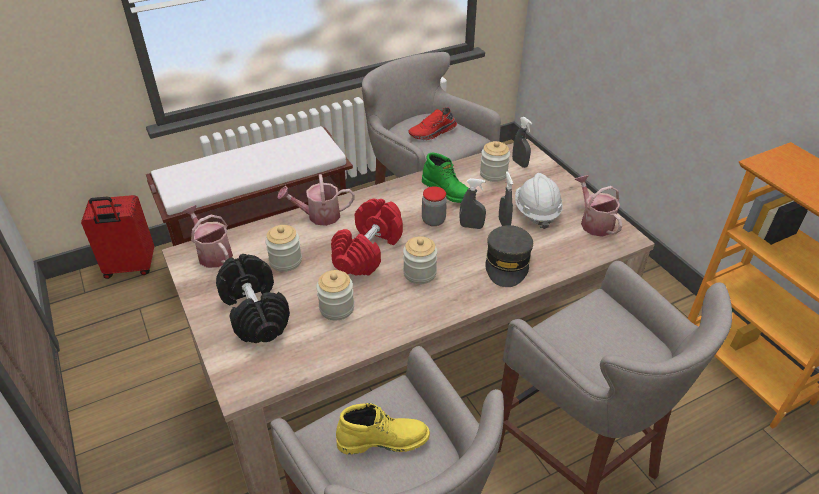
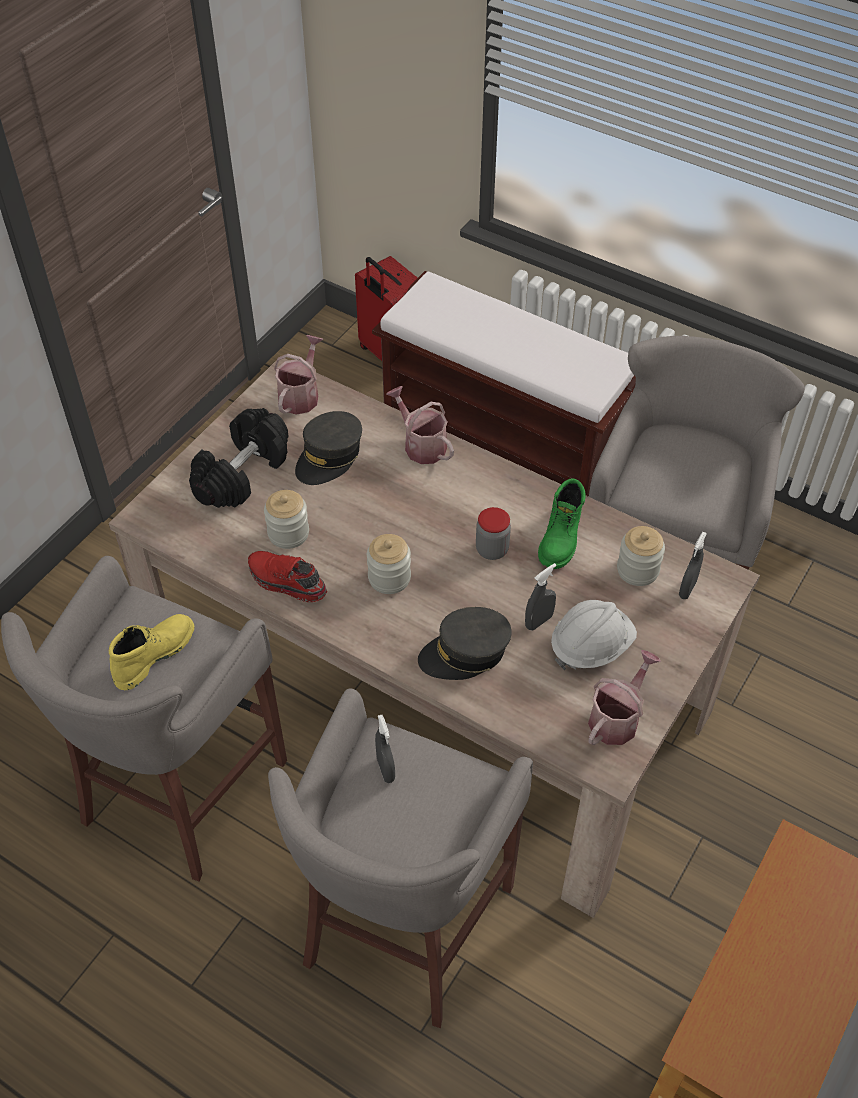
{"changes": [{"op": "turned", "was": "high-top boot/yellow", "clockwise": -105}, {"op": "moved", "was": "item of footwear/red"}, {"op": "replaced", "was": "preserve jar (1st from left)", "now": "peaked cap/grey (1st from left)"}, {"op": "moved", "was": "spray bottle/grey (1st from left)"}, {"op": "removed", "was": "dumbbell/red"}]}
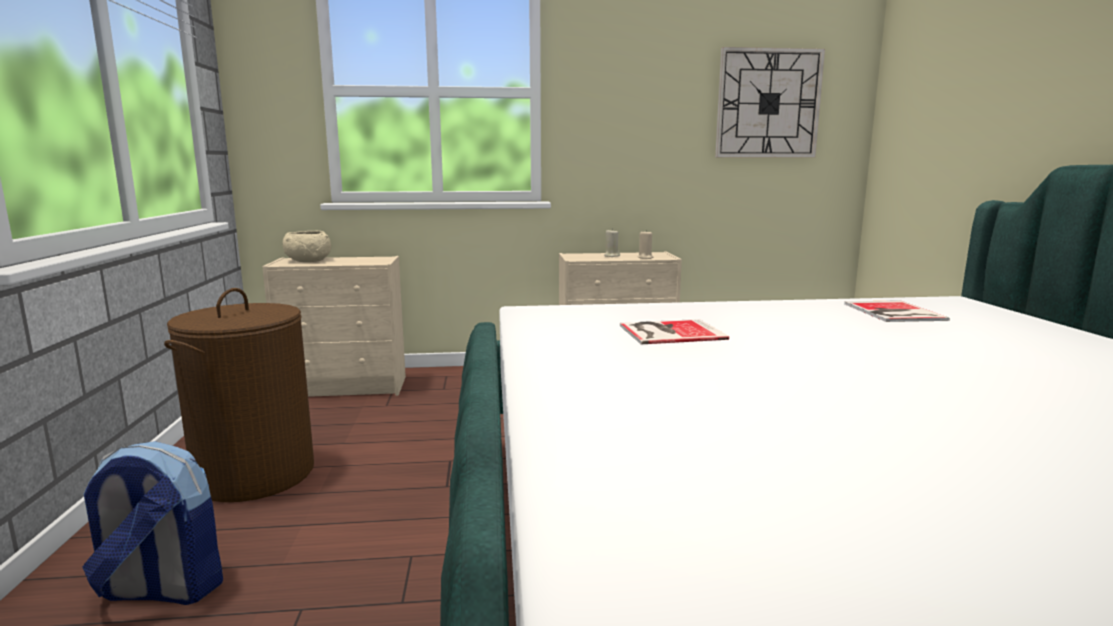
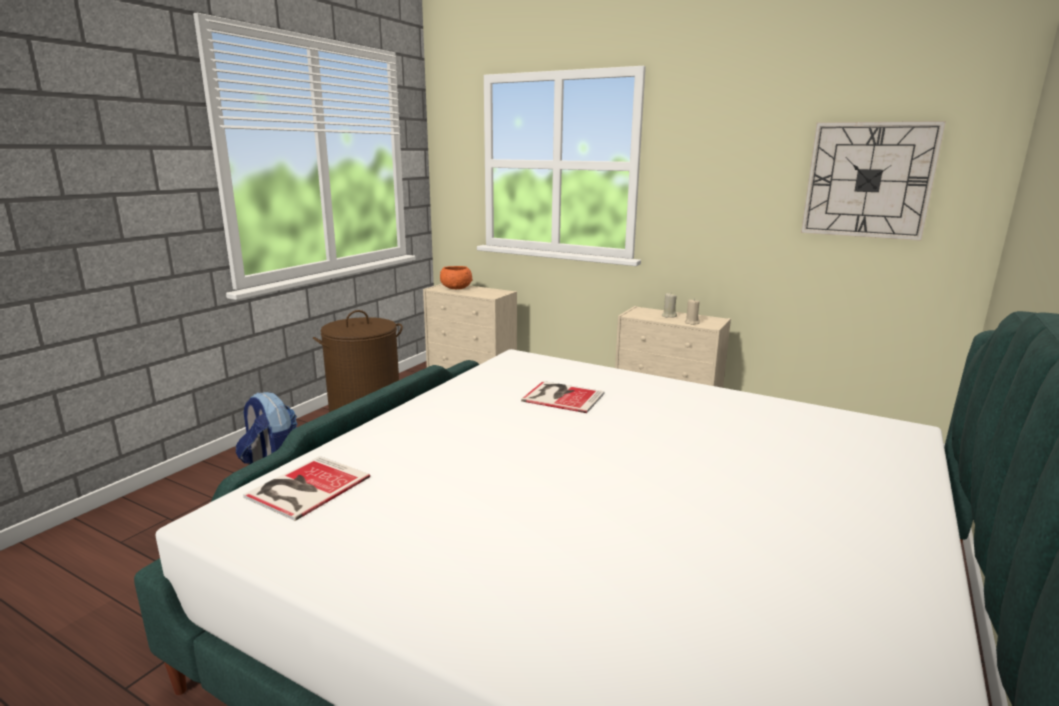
{"changes": [{"op": "moved", "was": "book (2nd from left in the first image)", "now": "book (1st from left)"}, {"op": "recoloured", "was": "deep dish/sand-coloured", "now": "deep dish/orange"}]}
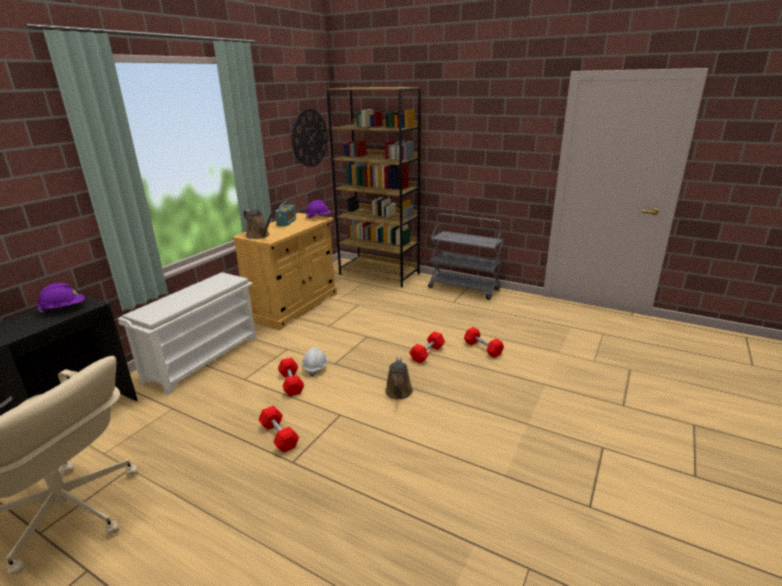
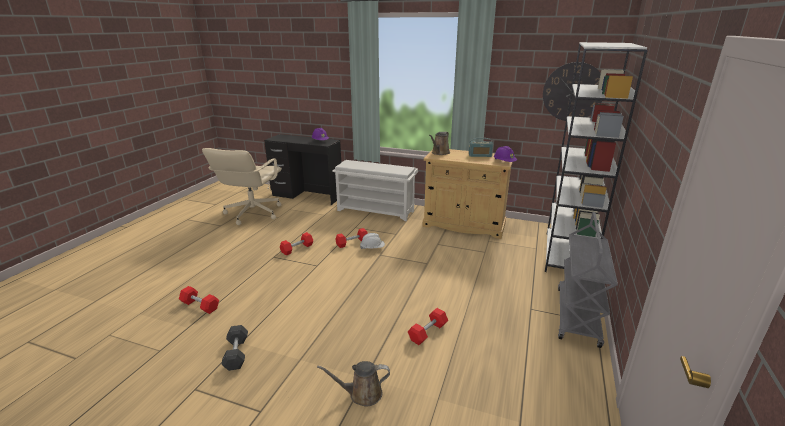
{"changes": [{"op": "moved", "was": "dumbbell/red (3rd from left in the first image)", "now": "dumbbell/red (1st from left)"}, {"op": "added", "now": "dumbbell/grey"}, {"op": "moved", "was": "sprinkling can/brown (2nd from left in the first image)", "now": "sprinkling can/brown (1st from left)"}, {"op": "recoloured", "was": "bookcase/brown", "now": "bookcase/whitish"}]}
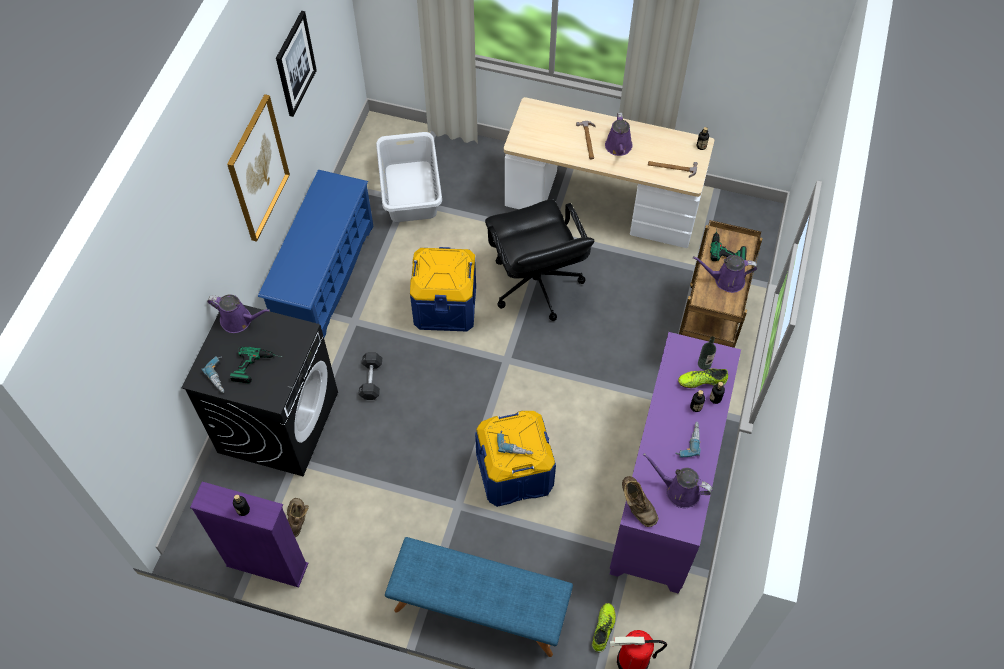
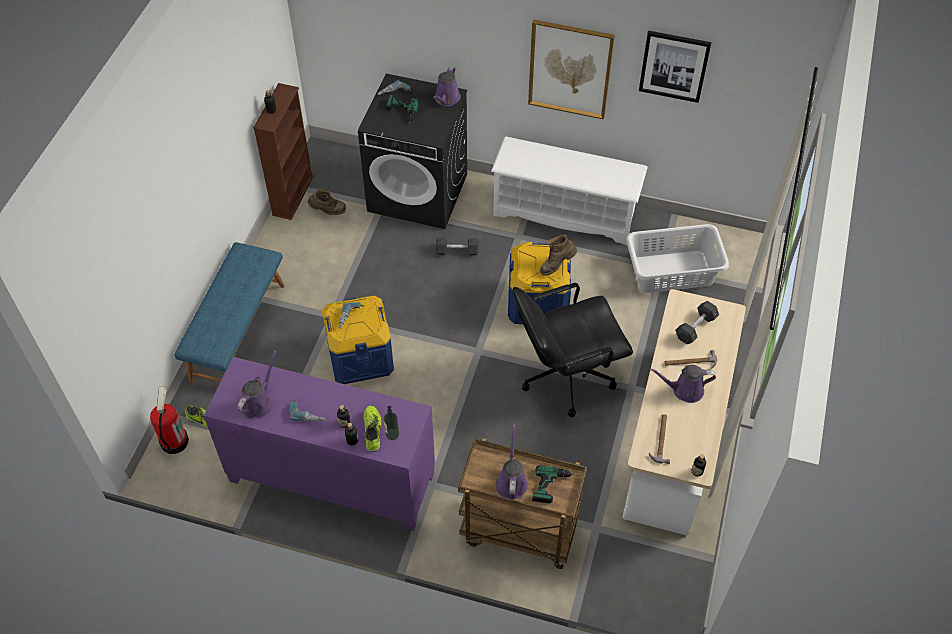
{"changes": [{"op": "recoloured", "was": "bookcase/purplish", "now": "bookcase/brown"}, {"op": "recoloured", "was": "shoe shelf/blue", "now": "shoe shelf/whitish"}, {"op": "moved", "was": "high-top boot/brown (2nd from left)"}, {"op": "added", "now": "dumbbell/grey (2nd from left)"}]}
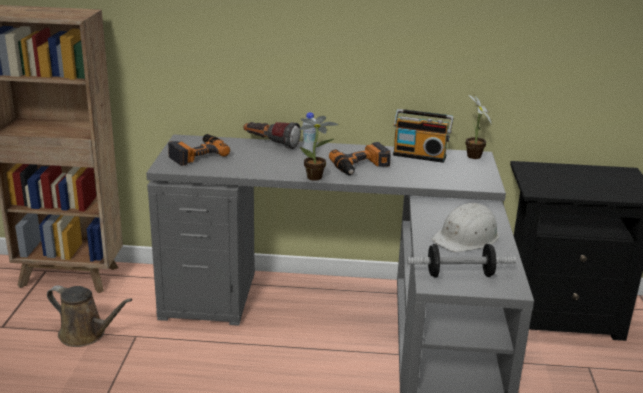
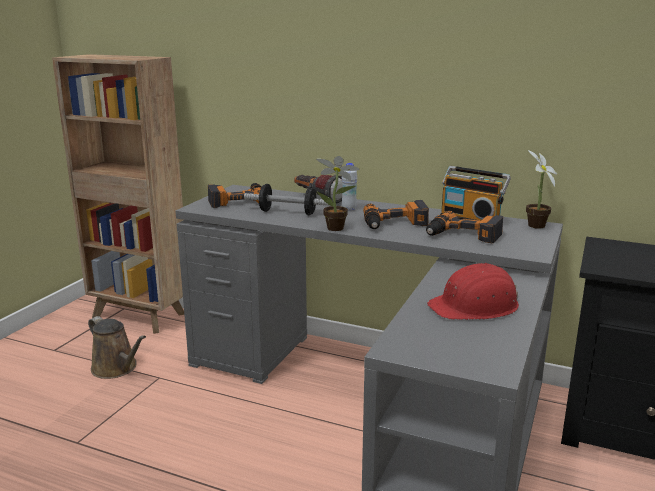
{"changes": [{"op": "moved", "was": "dumbbell"}, {"op": "added", "now": "electric drill (3rd from left)"}, {"op": "recoloured", "was": "hard hat/whitish", "now": "hard hat/red"}]}
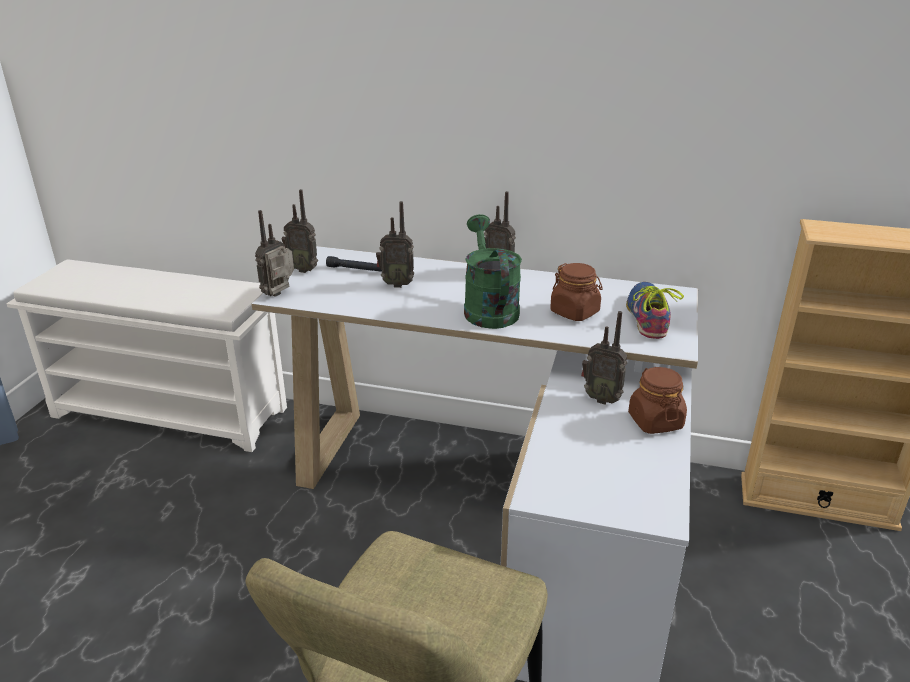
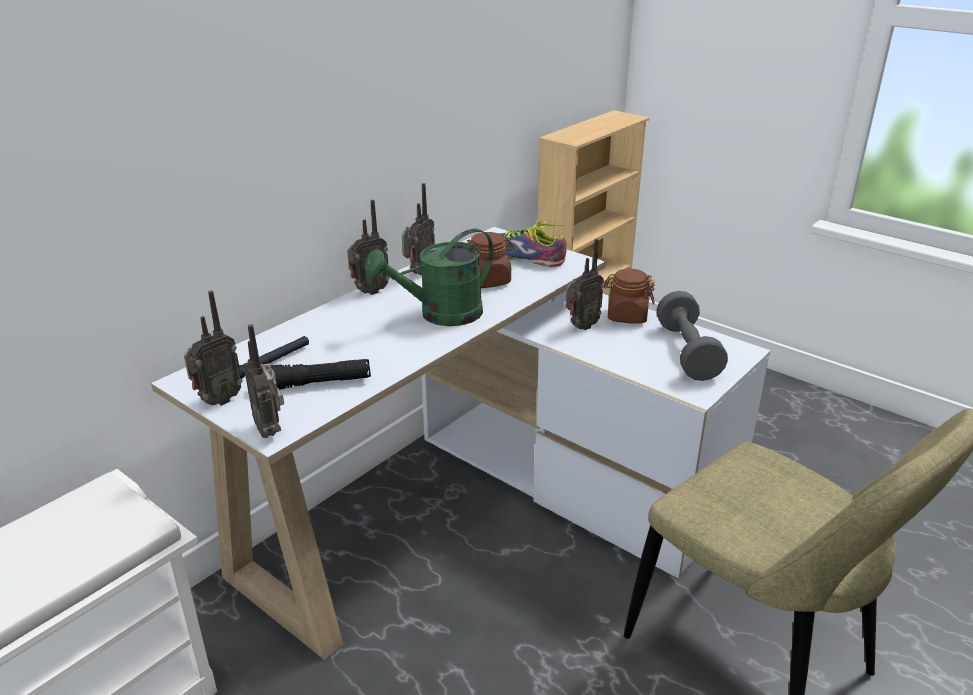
{"changes": [{"op": "added", "now": "torch/black-coloured (2nd from left)"}, {"op": "turned", "was": "sprinkling can/green-coloured", "clockwise": -45}, {"op": "moved", "was": "radio set (3rd from left in the first image)", "now": "radio set (4th from left)"}, {"op": "added", "now": "dumbbell/grey"}]}
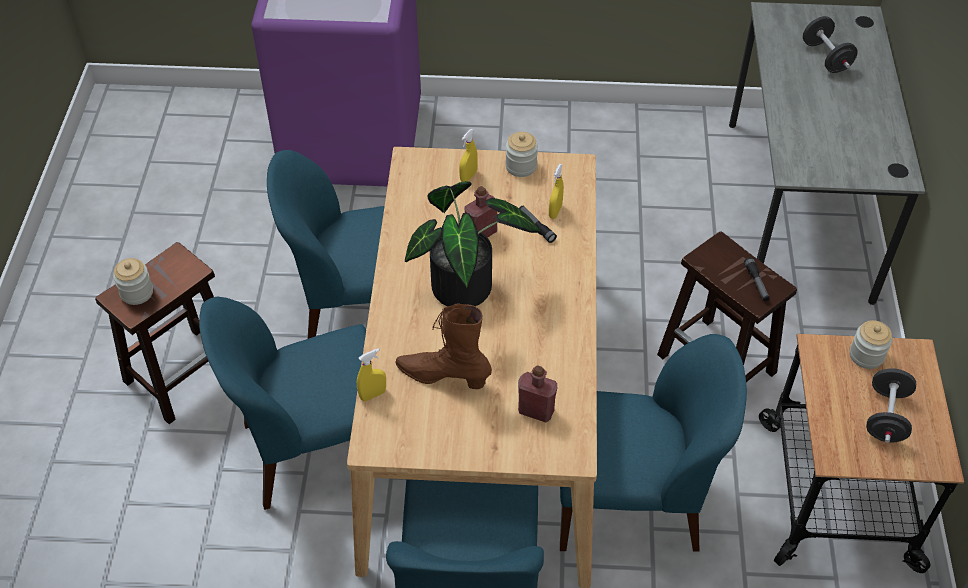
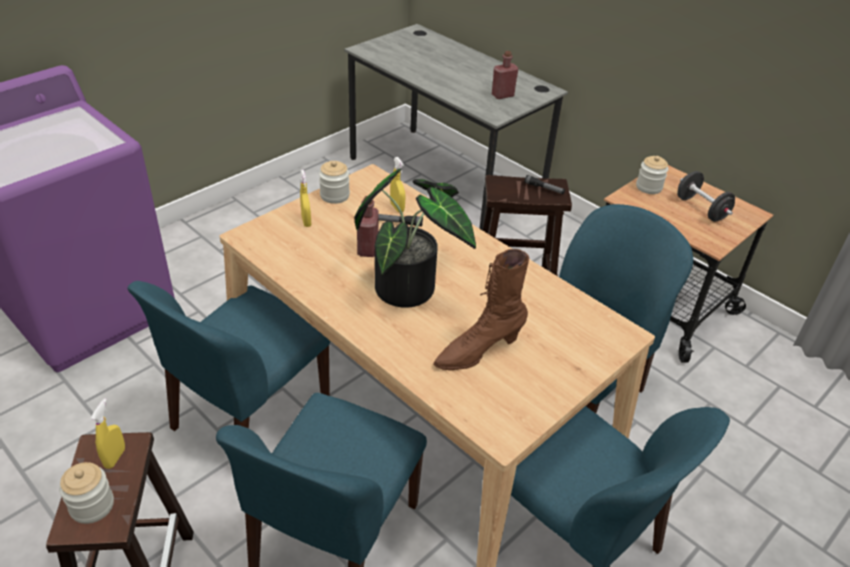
{"changes": [{"op": "moved", "was": "spray bottle/yellow (1st from left)"}, {"op": "moved", "was": "beverage bottle/red (2nd from left)"}, {"op": "removed", "was": "dumbbell/black-coloured (1st from left)"}]}
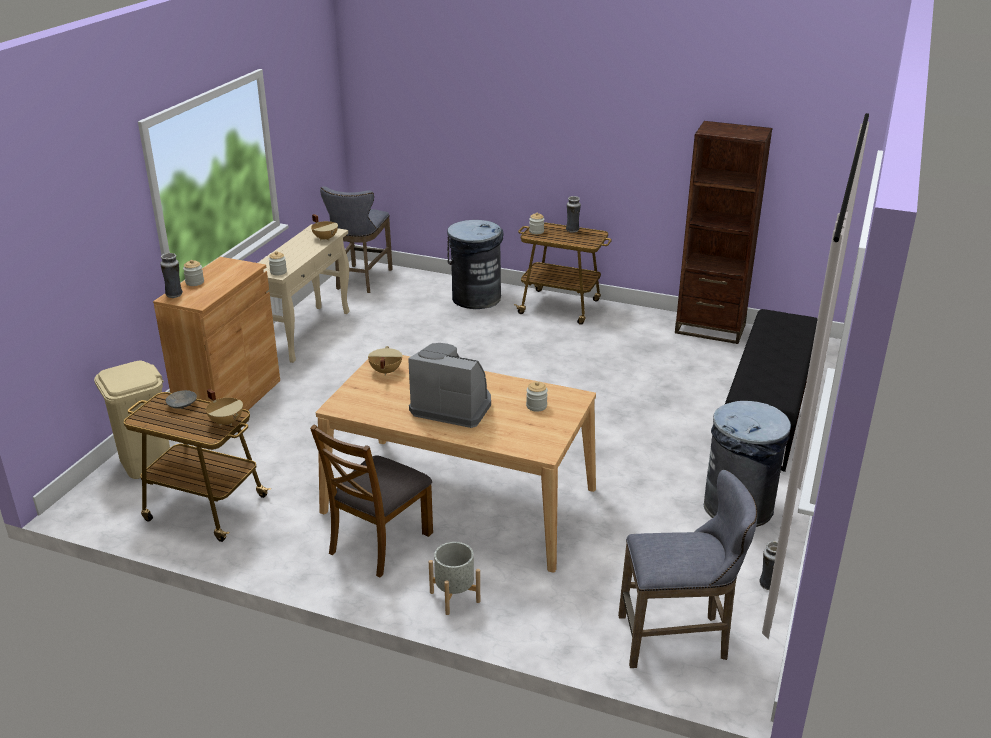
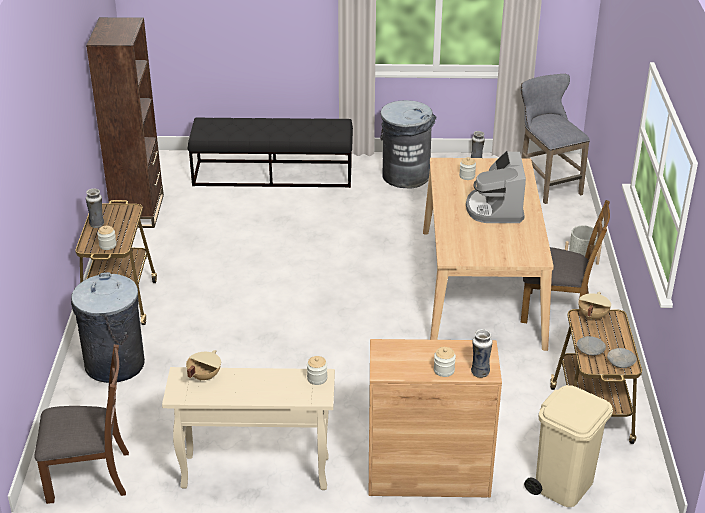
{"changes": [{"op": "replaced", "was": "stool seat/grey (1st from left)", "now": "upright chair/brown (1st from left)"}, {"op": "added", "now": "deep dish/grey (2nd from left)"}, {"op": "removed", "was": "stockpot/sand-coloured (3rd from left)"}]}
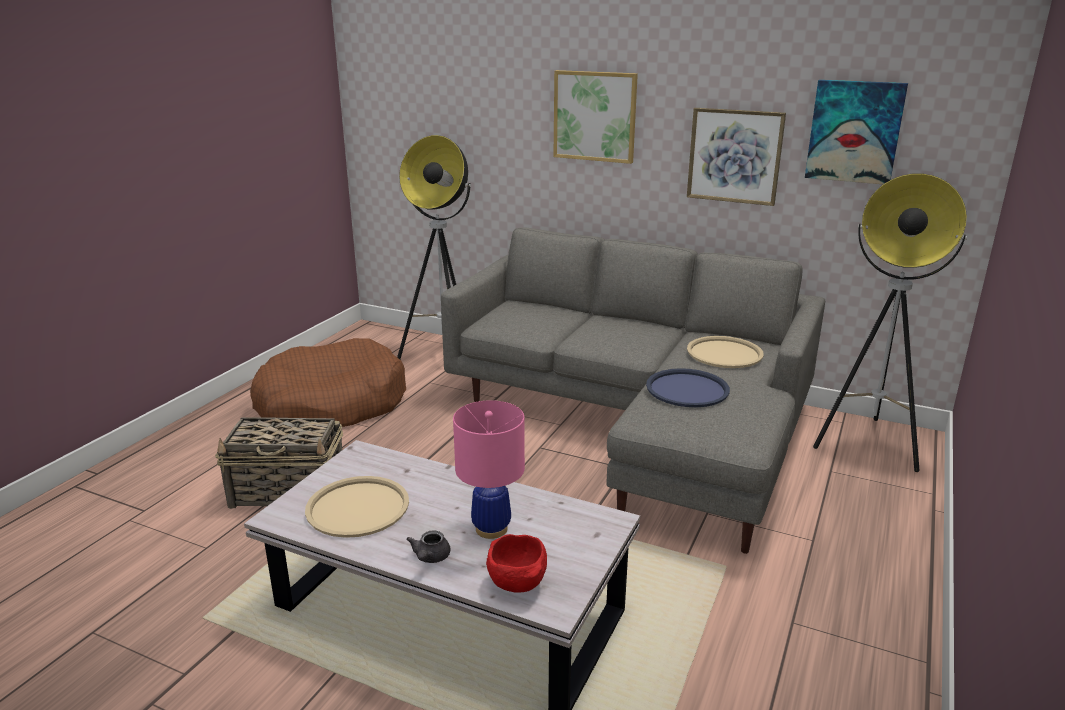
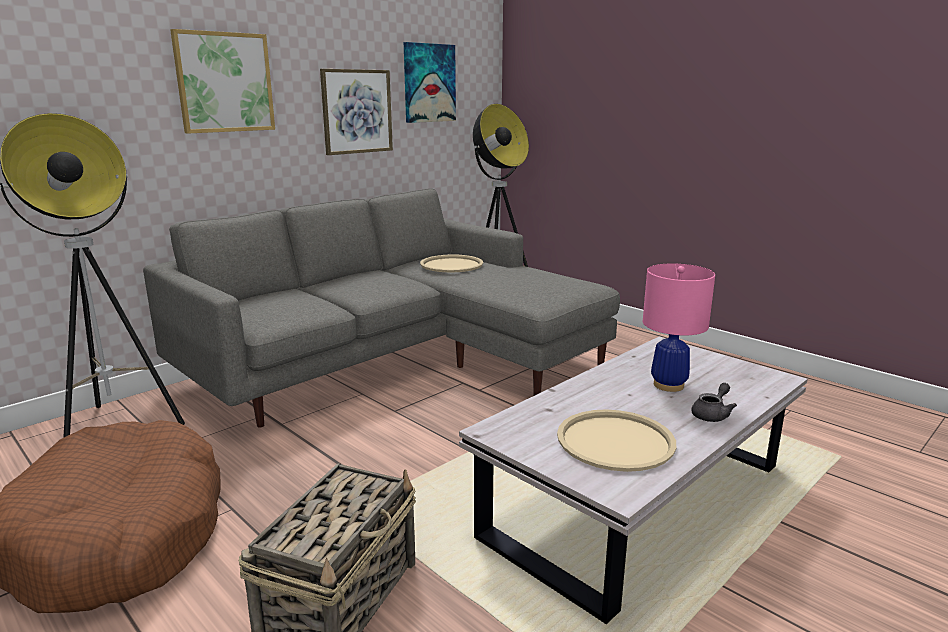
{"changes": [{"op": "turned", "was": "pot for tea/grey", "clockwise": -75}, {"op": "removed", "was": "deep dish/red"}, {"op": "removed", "was": "serving tray/blue"}]}
